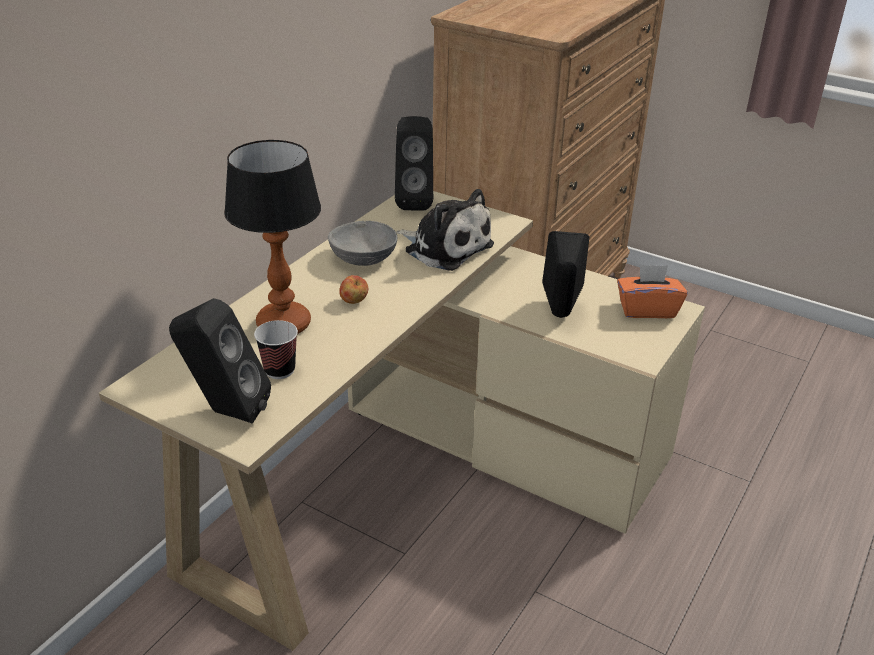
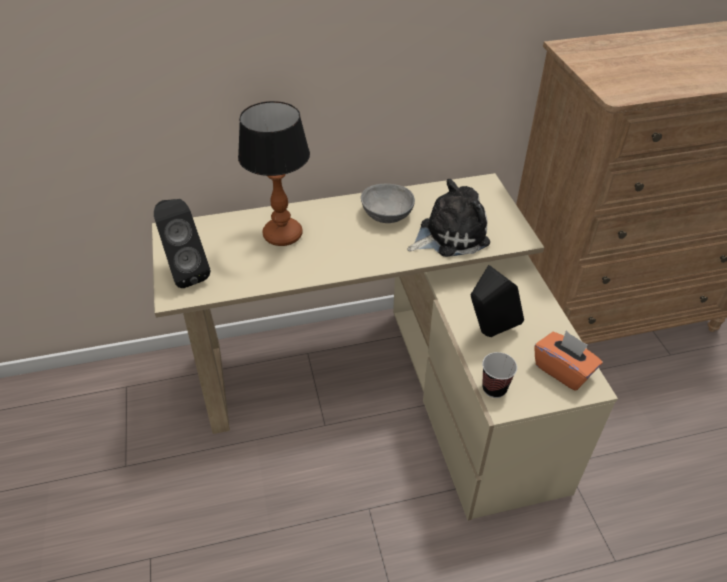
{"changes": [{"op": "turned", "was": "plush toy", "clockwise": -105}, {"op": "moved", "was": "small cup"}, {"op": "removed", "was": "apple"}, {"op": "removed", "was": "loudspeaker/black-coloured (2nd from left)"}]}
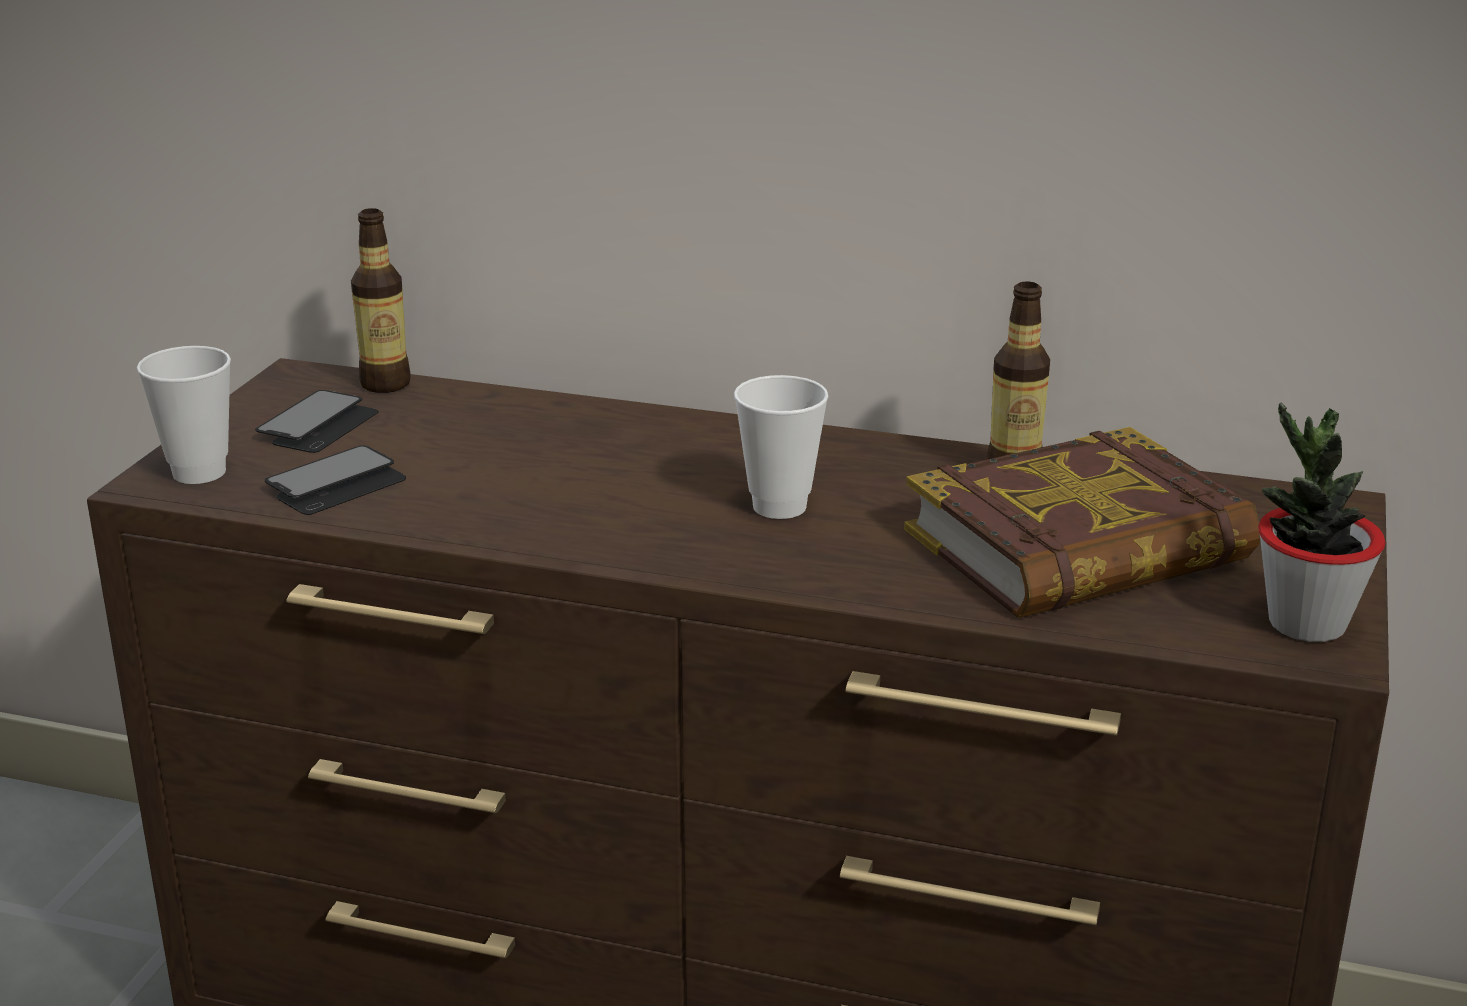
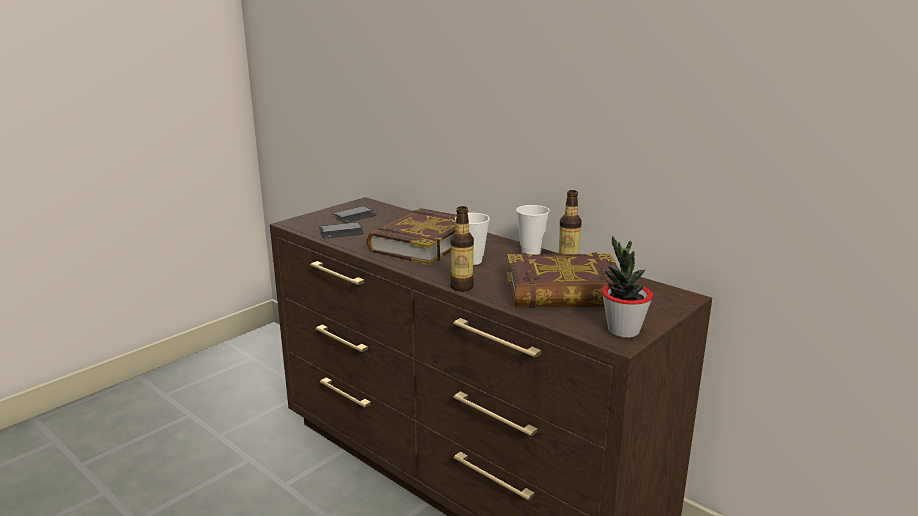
{"changes": [{"op": "added", "now": "book (1st from left)"}, {"op": "moved", "was": "beverage bottle (1st from left)"}, {"op": "moved", "was": "small cup (1st from left in the first image)", "now": "small cup (2nd from left)"}]}
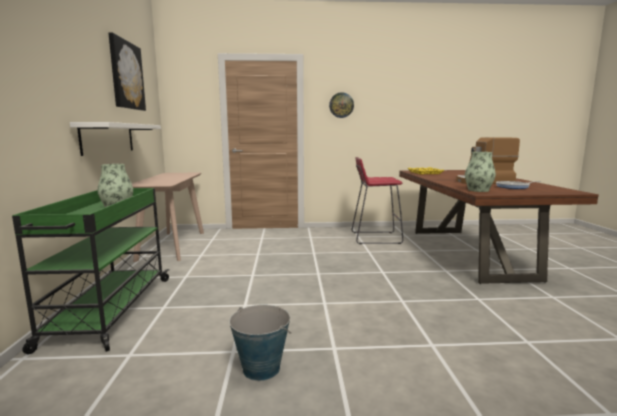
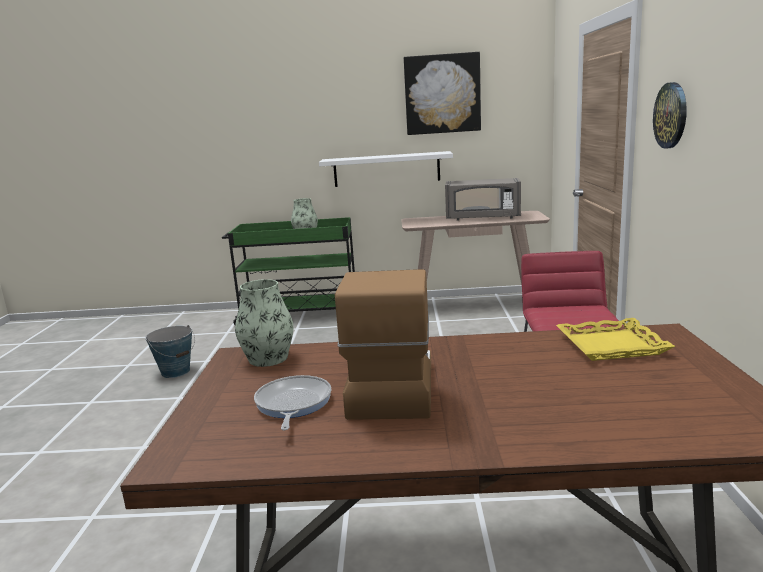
{"changes": [{"op": "added", "now": "microwave oven/grey"}]}
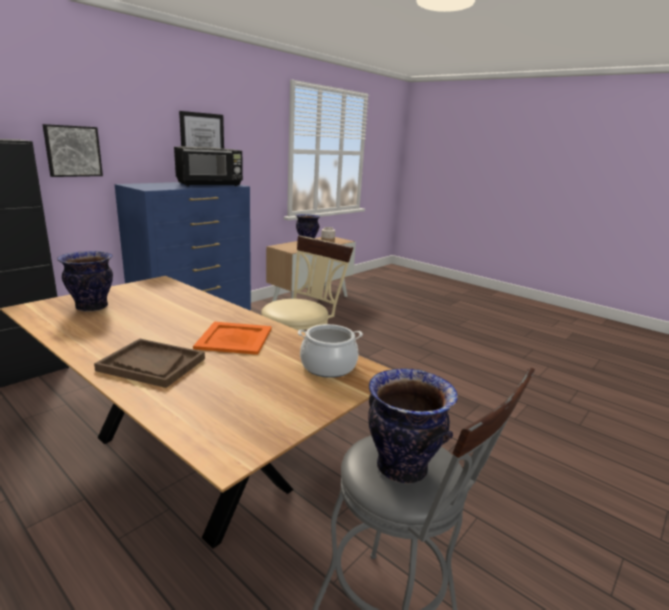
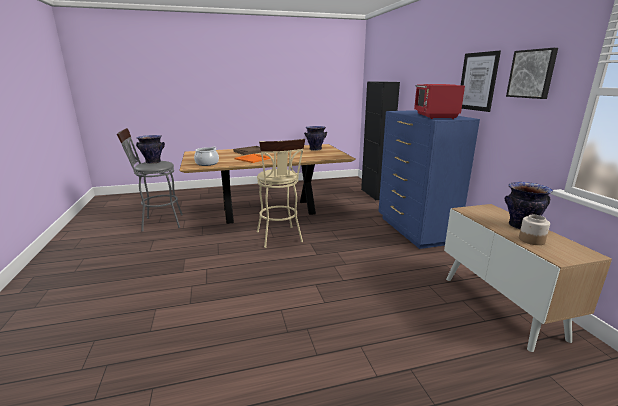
{"changes": [{"op": "recoloured", "was": "microwave oven/black-coloured", "now": "microwave oven/red"}, {"op": "moved", "was": "picture (1st from left in the first image)", "now": "picture (2nd from left)"}]}
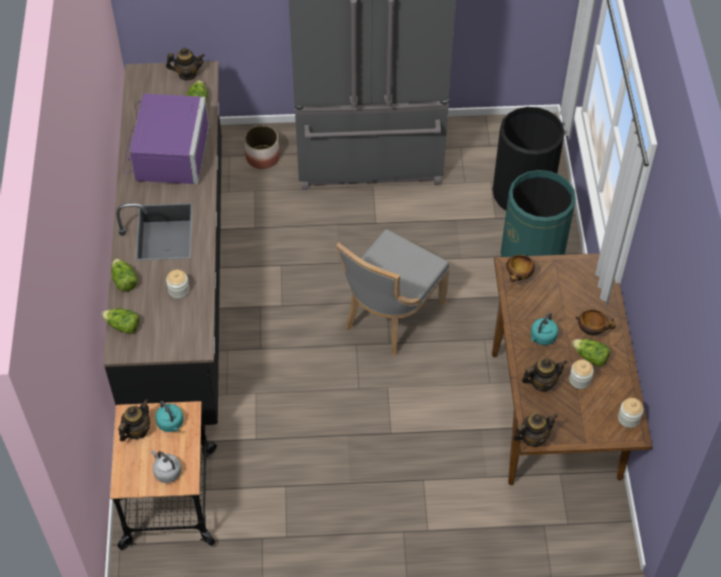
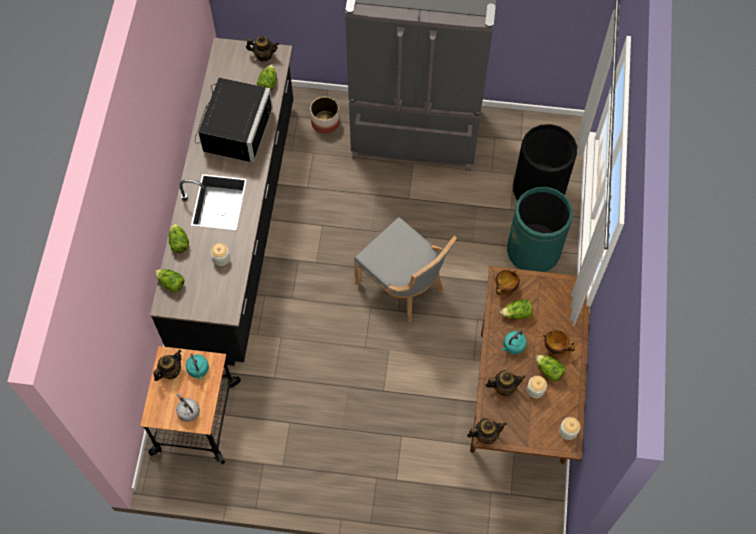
{"changes": [{"op": "recoloured", "was": "microwave oven/purplish", "now": "microwave oven/black-coloured"}, {"op": "turned", "was": "upright chair/grey", "clockwise": -90}, {"op": "added", "now": "lettuce head (4th from left)"}]}
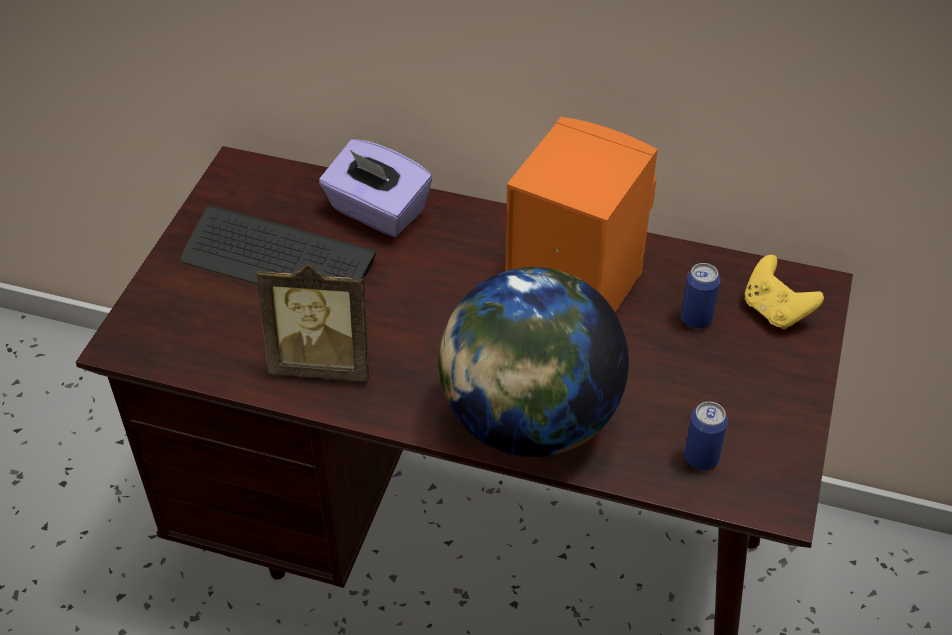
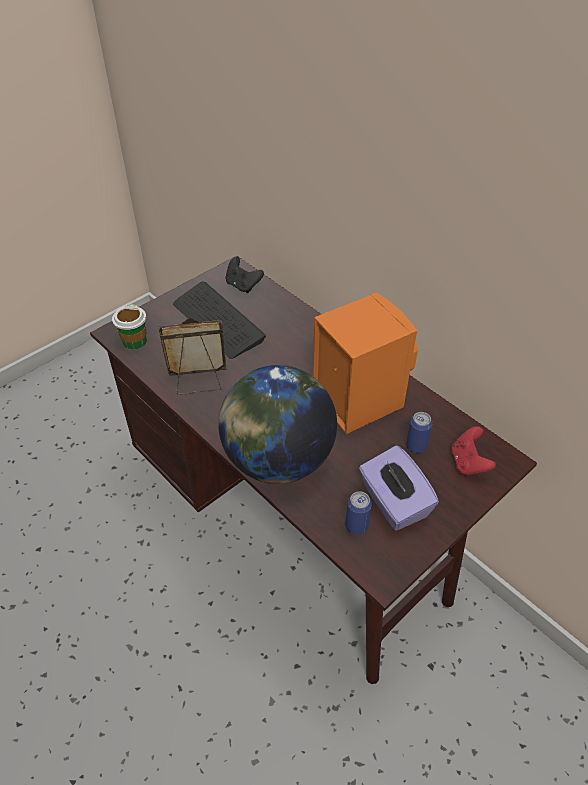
{"changes": [{"op": "added", "now": "small cup"}, {"op": "turned", "was": "photo frame", "clockwise": 135}, {"op": "added", "now": "joypad/black-coloured"}, {"op": "moved", "was": "box of tissues/purplish"}, {"op": "recoloured", "was": "joypad/yellow", "now": "joypad/red"}]}
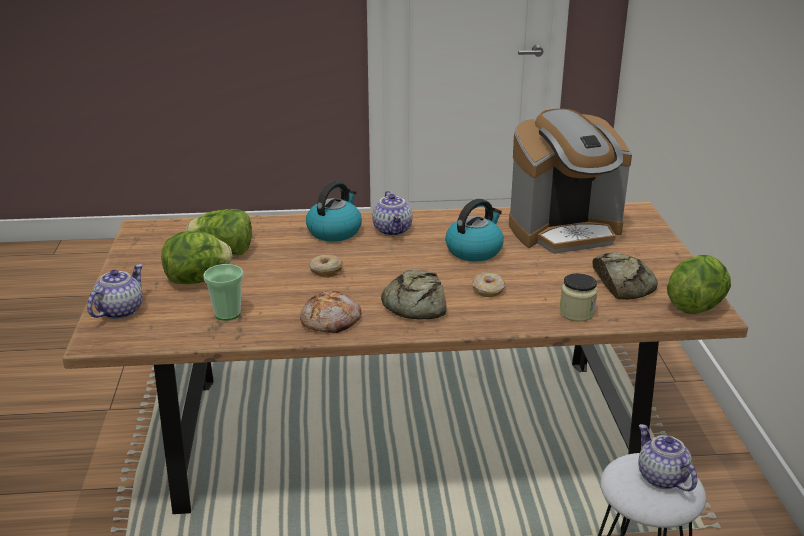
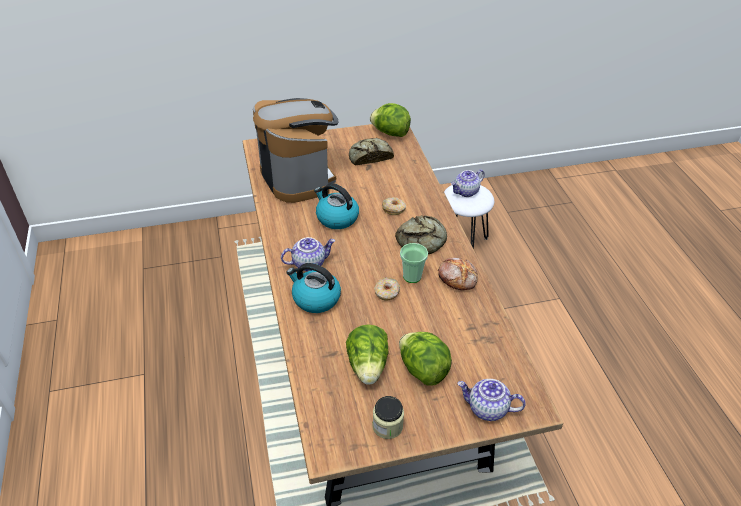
{"changes": [{"op": "moved", "was": "preserve jar"}, {"op": "moved", "was": "small cup"}]}
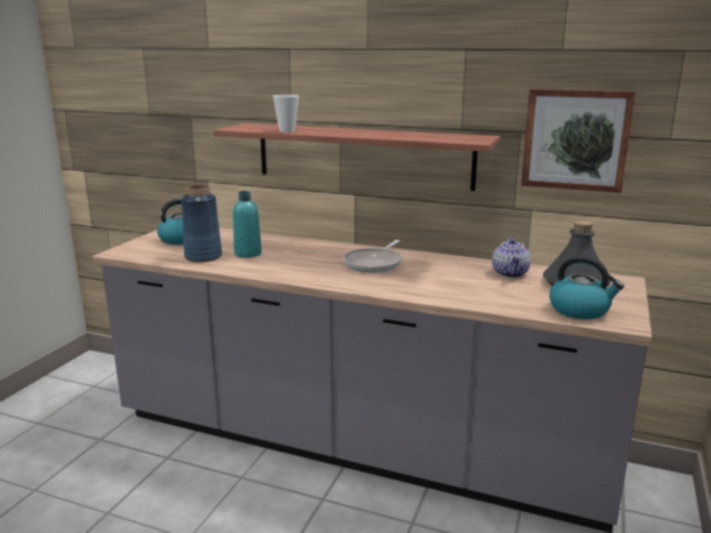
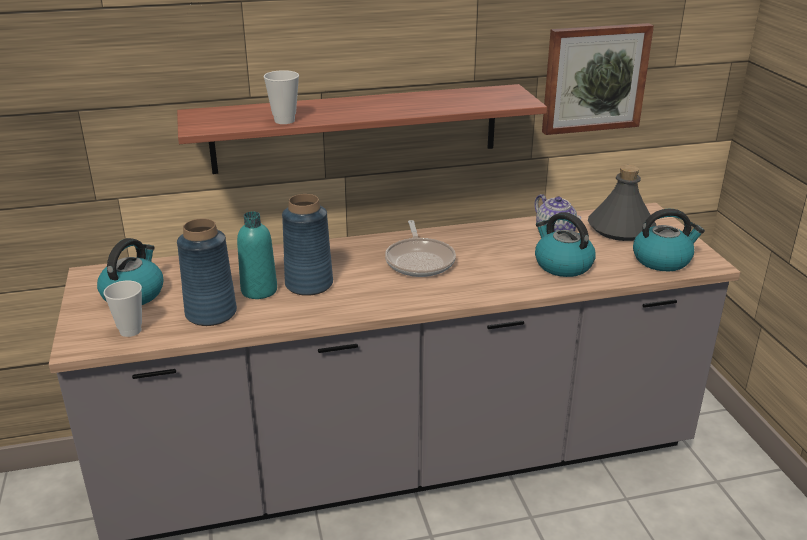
{"changes": [{"op": "added", "now": "small cup (1st from left)"}, {"op": "added", "now": "vase/blue (2nd from left)"}, {"op": "added", "now": "kettle (2nd from left)"}]}
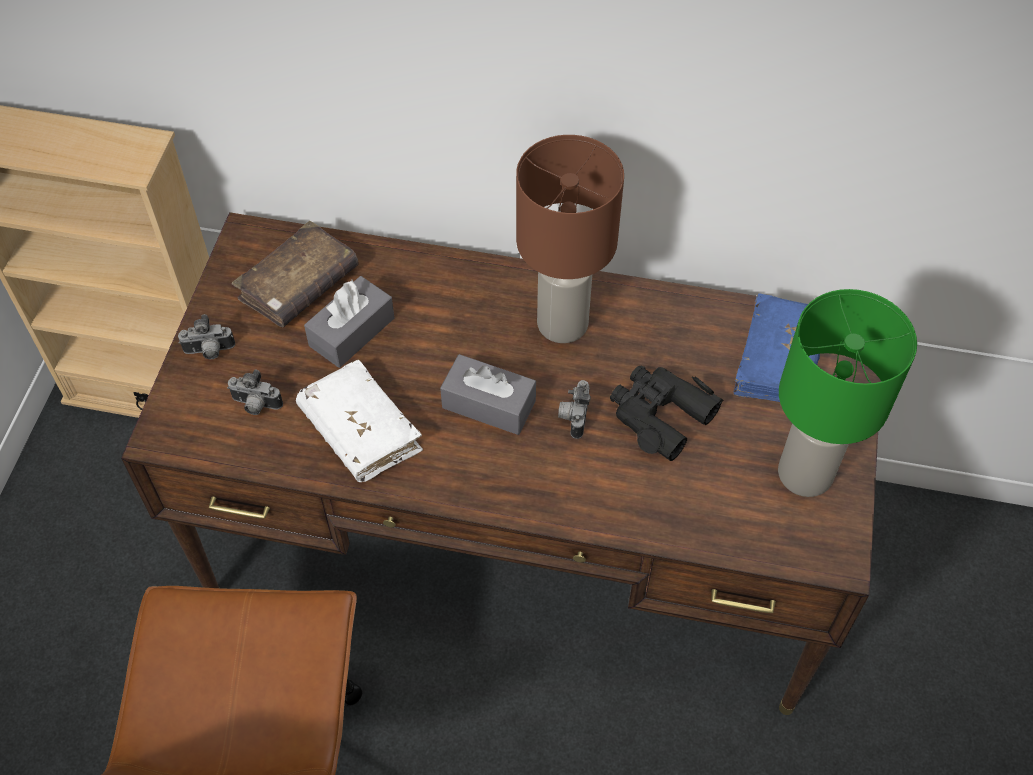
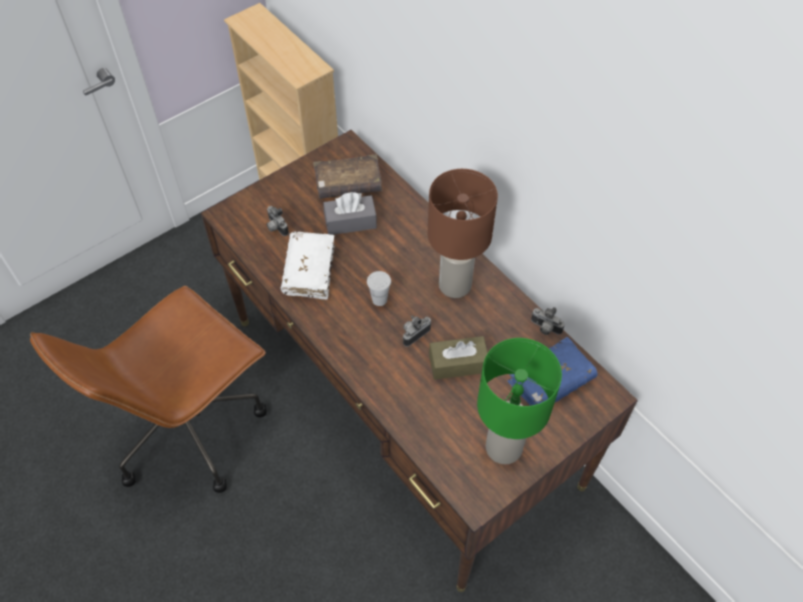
{"changes": [{"op": "replaced", "was": "box of tissues/grey (2nd from left)", "now": "small cup/whitish"}, {"op": "replaced", "was": "field glasses/black-coloured", "now": "box of tissues/brown"}, {"op": "moved", "was": "still camera (1st from left in the first image)", "now": "still camera (3rd from left)"}]}
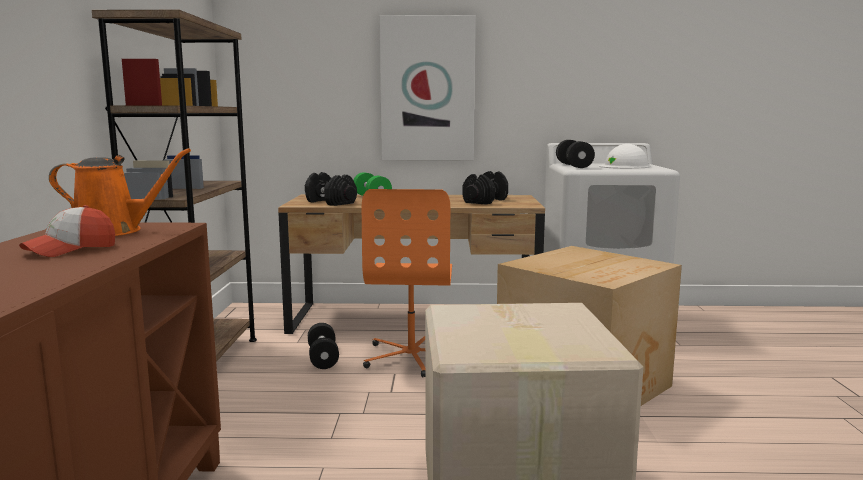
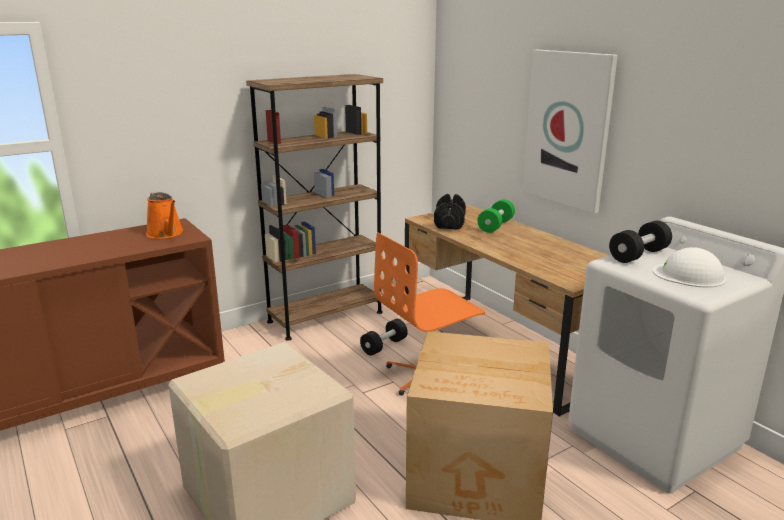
{"changes": [{"op": "removed", "was": "peaked cap"}, {"op": "removed", "was": "dumbbell/black-coloured (3rd from left)"}]}
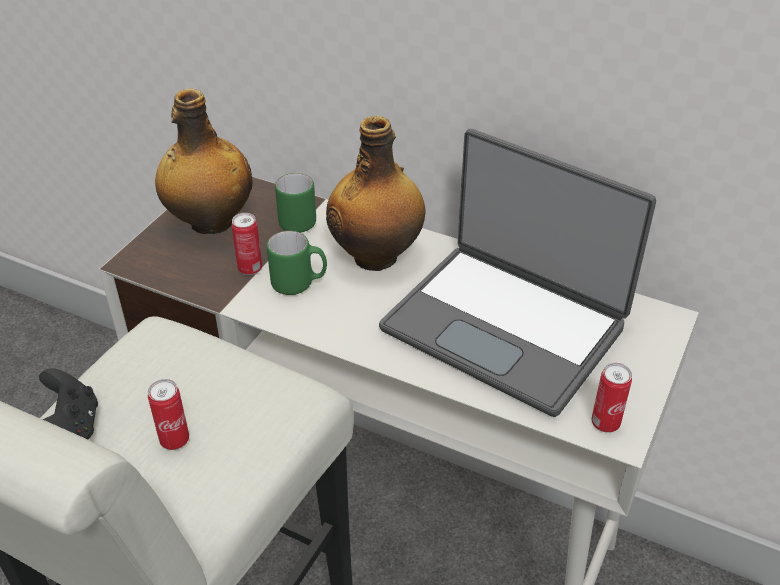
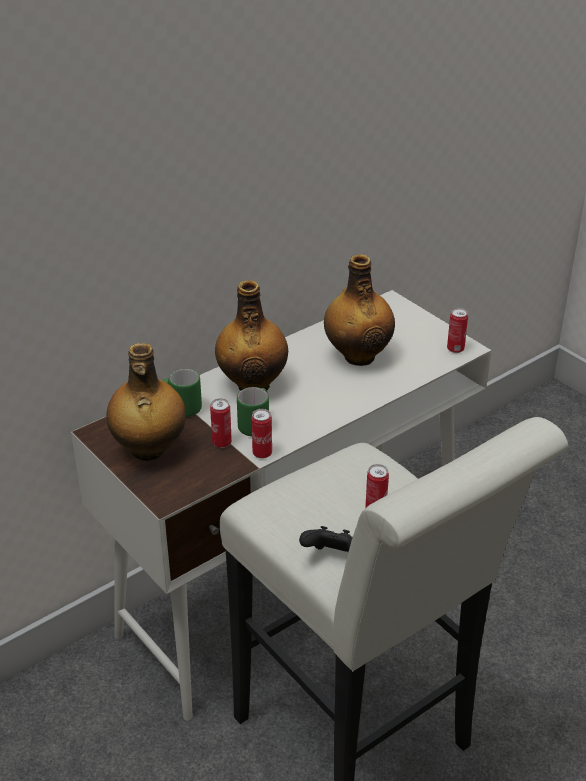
{"changes": [{"op": "added", "now": "can (2nd from left)"}, {"op": "replaced", "was": "laptop", "now": "beverage bottle (3rd from left)"}]}
